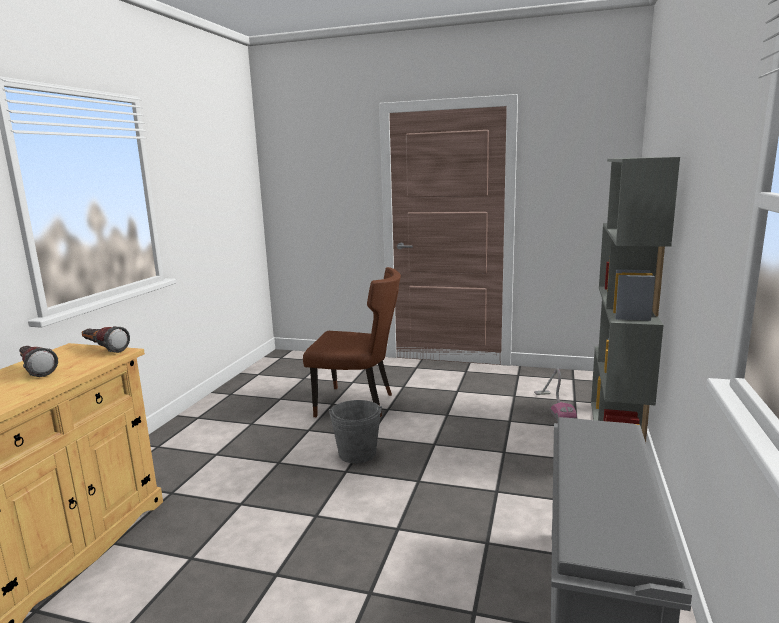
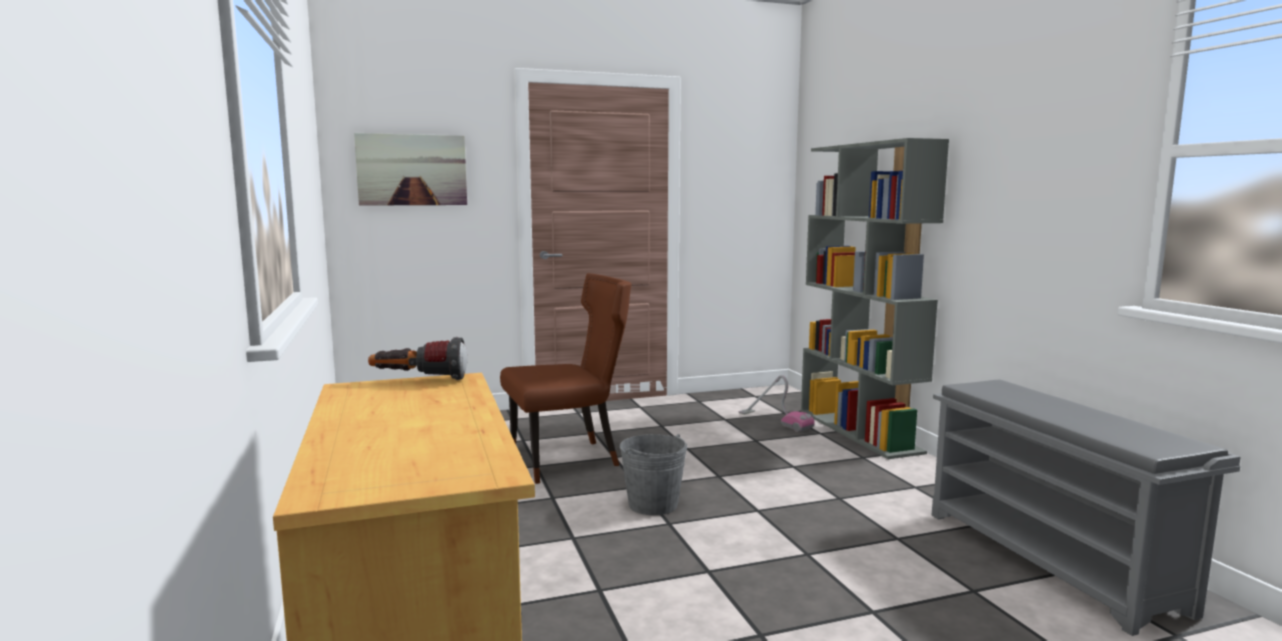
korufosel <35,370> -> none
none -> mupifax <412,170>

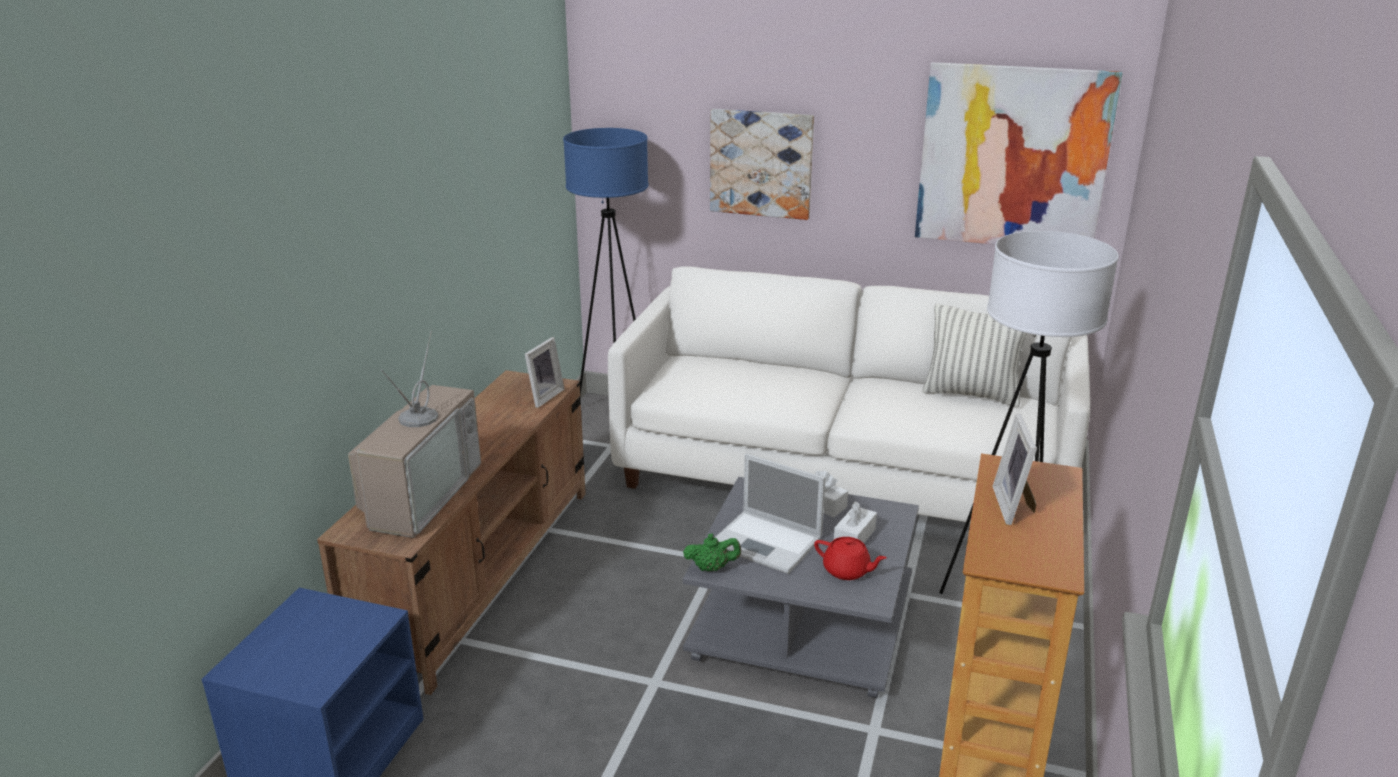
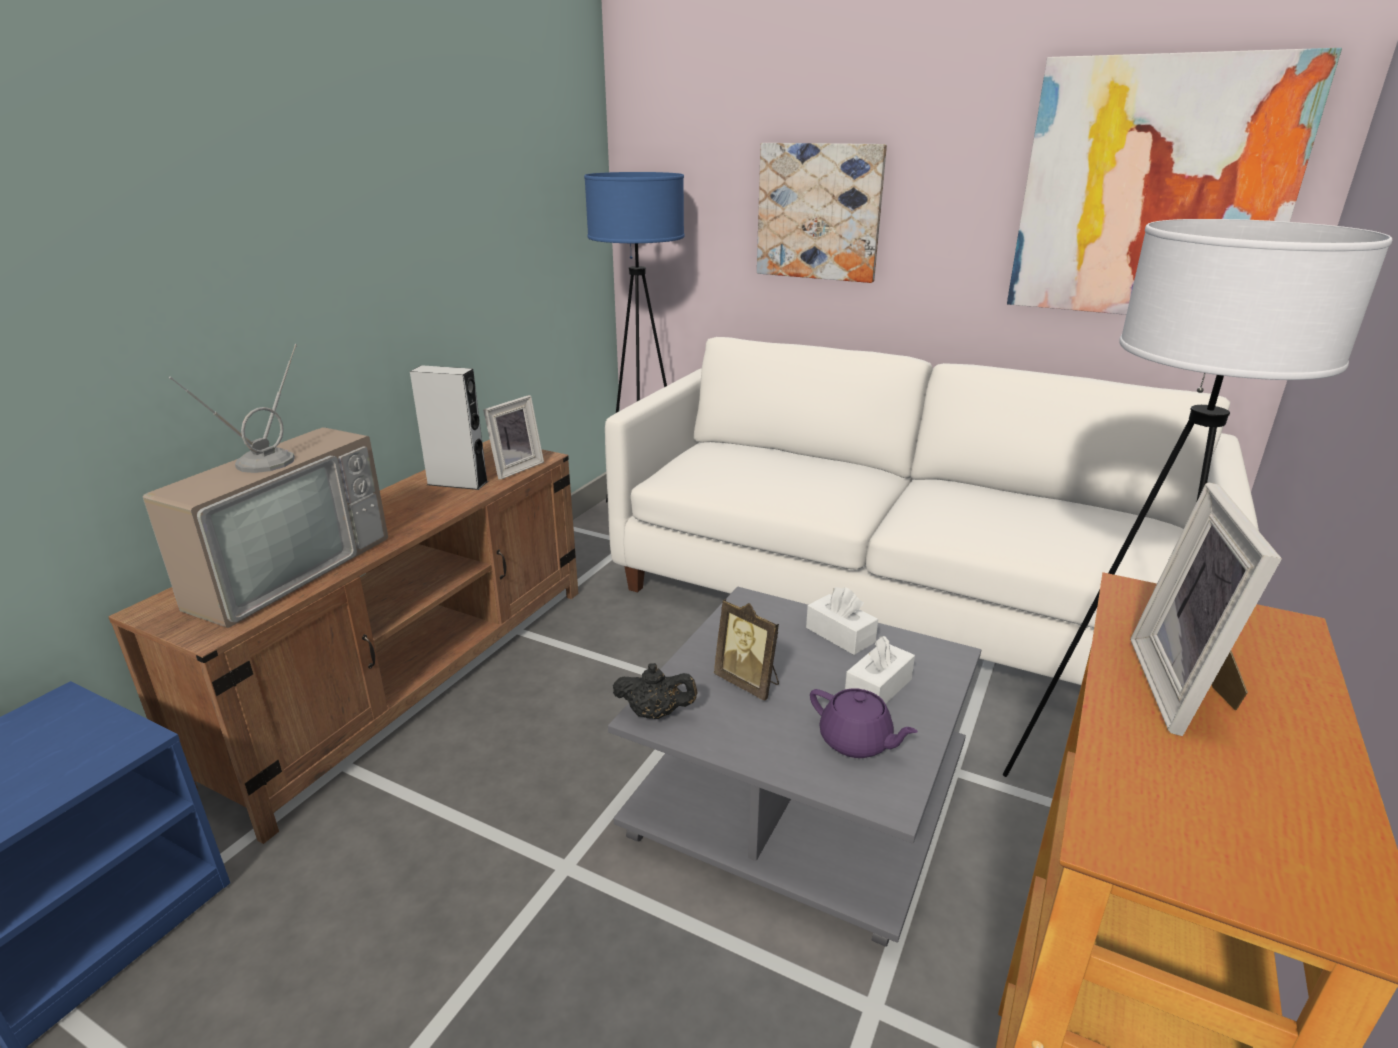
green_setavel <712,568> -> black_setavel <655,713>
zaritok <767,542> -> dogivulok <749,683>
red_setavel <847,571> -> purple_setavel <856,742>
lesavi <971,394> -> none
none -> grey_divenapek <457,483>

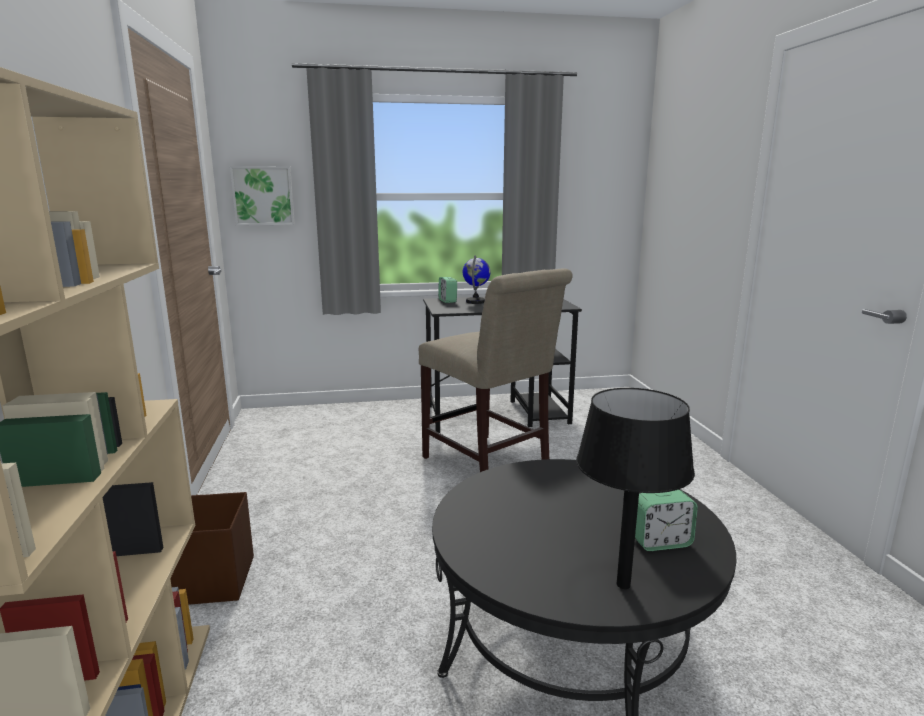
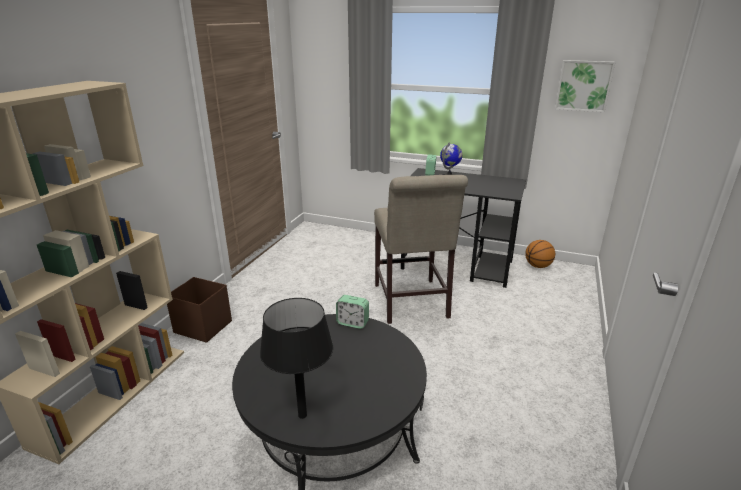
mupifax <263,196> -> mupifax <583,85>, move
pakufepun <661,542> -> pakufepun <352,323>, move
none -> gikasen <538,266>

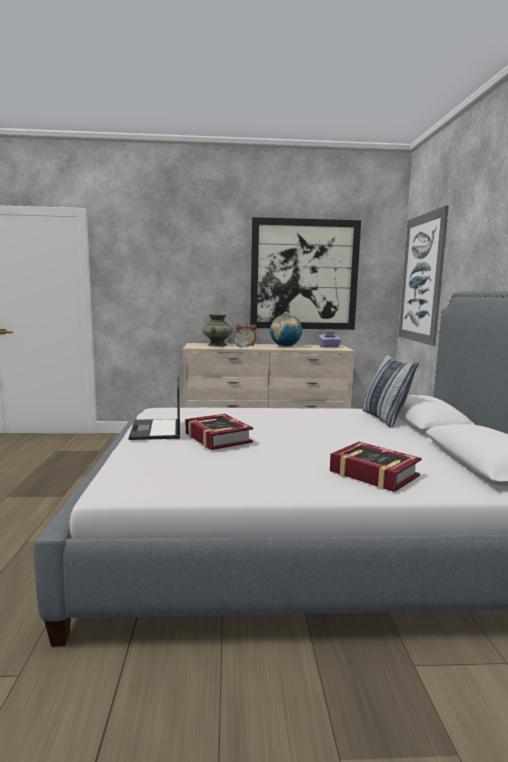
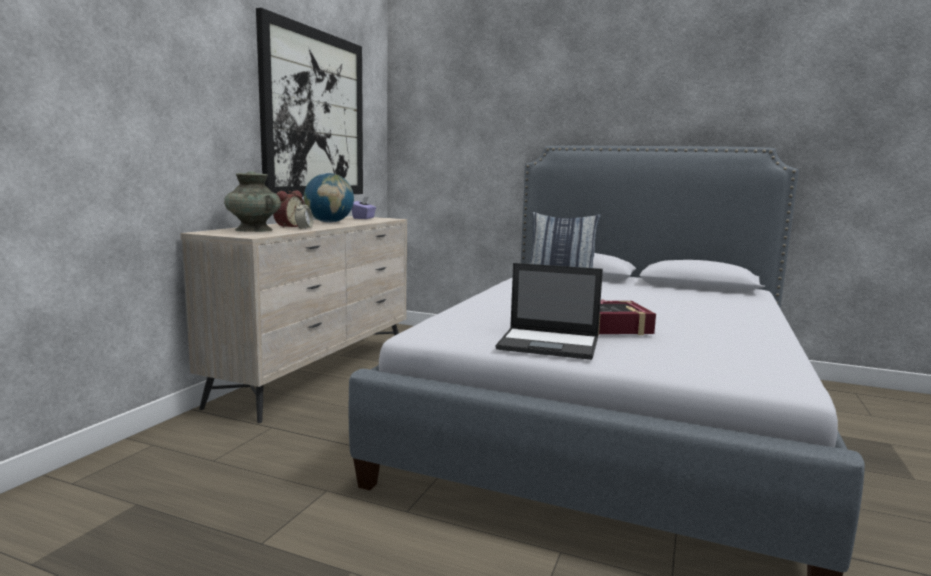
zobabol <373,474> -> none
mupifax <421,278> -> none

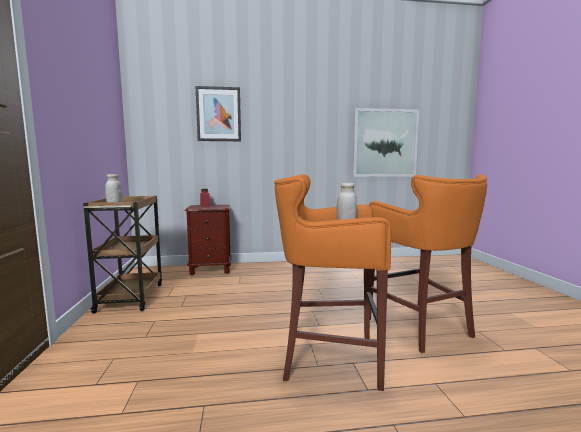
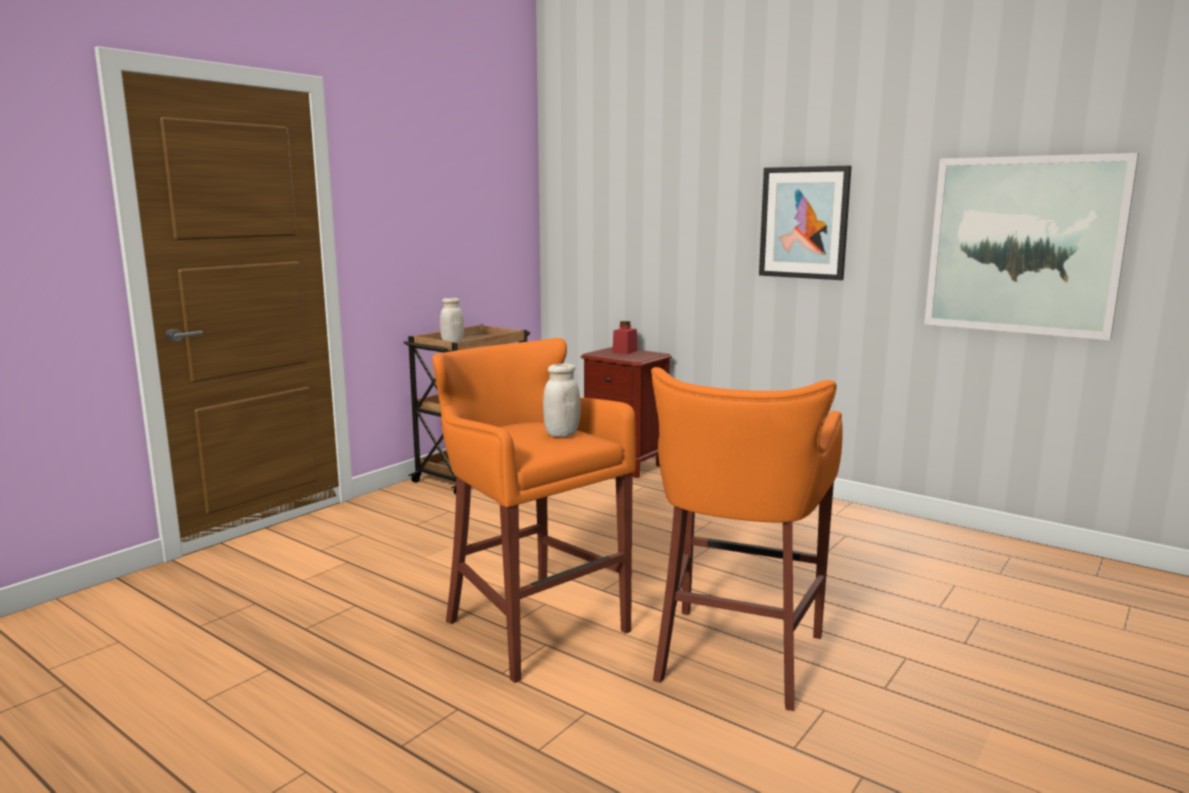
mupifax <218,114> -> mupifax <804,223>, move

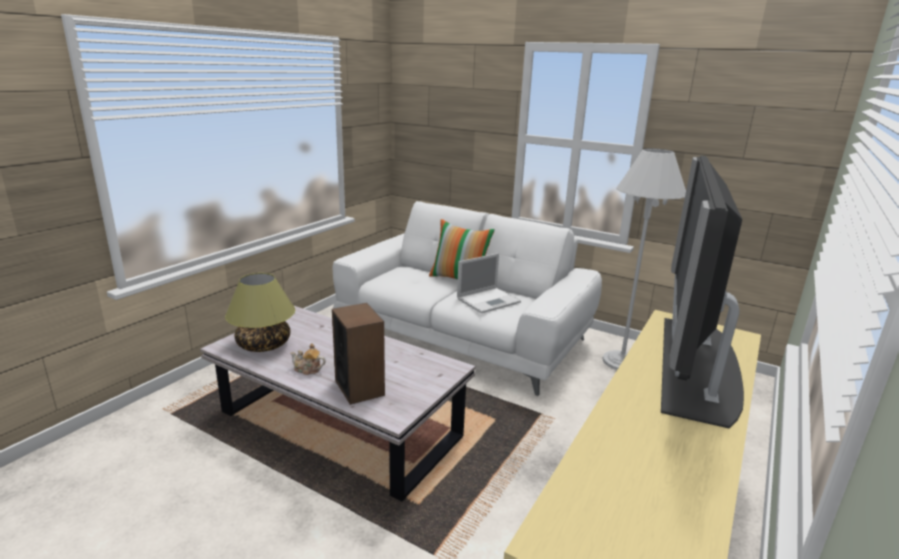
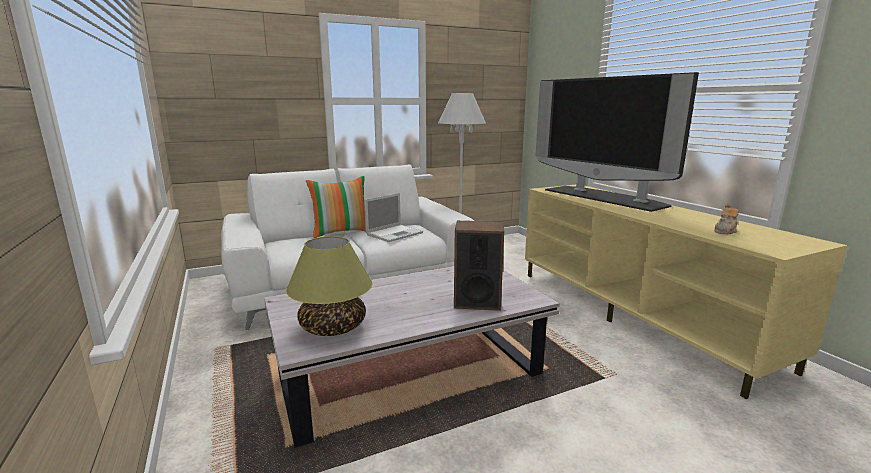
setavel <308,369> -> setavel <725,231>, move
zaritok <489,300> -> zaritok <395,233>, 45 degrees clockwise

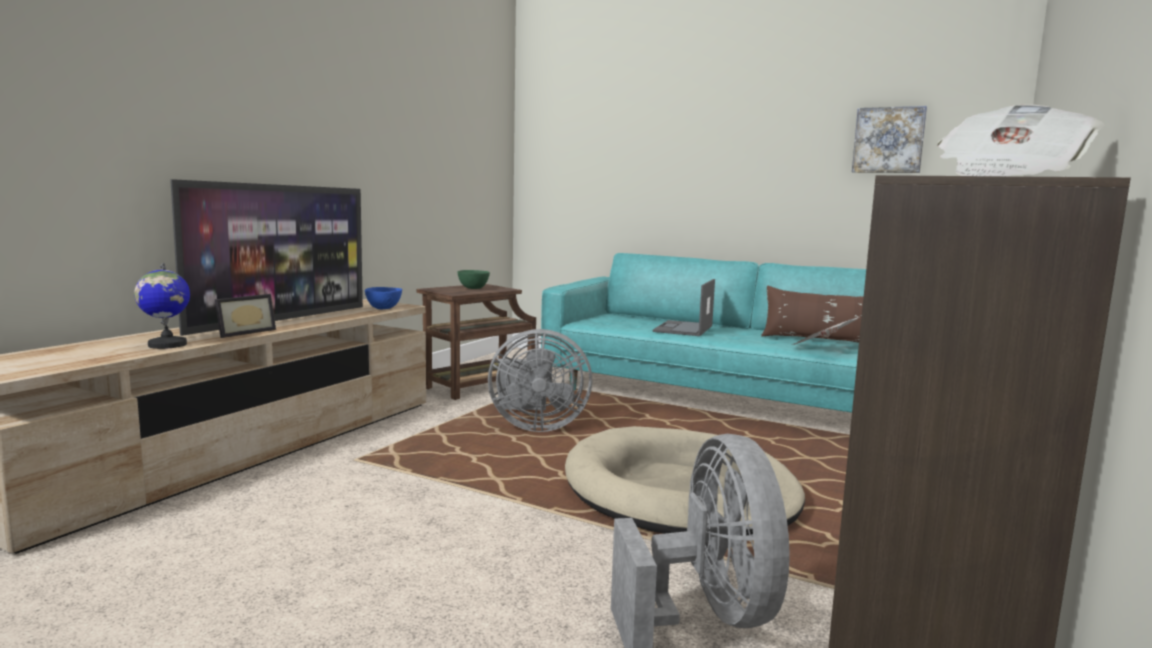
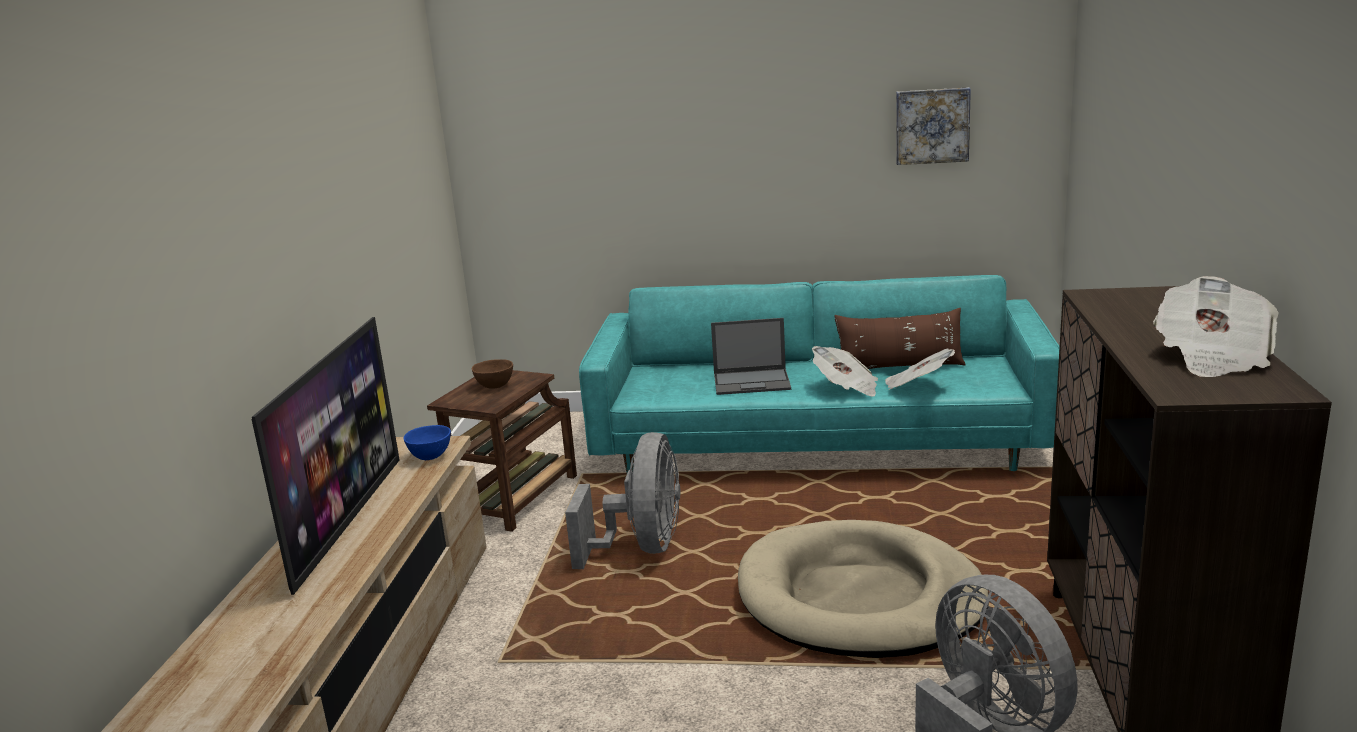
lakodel <167,345> -> none
dogivulok <243,332> -> none
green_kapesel <473,288> -> brown_kapesel <494,386>
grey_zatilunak <535,426> -> grey_zatilunak <642,547>, 60 degrees counterclockwise
zaritok <683,329> -> zaritok <752,382>, 90 degrees counterclockwise
none -> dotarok <846,388>

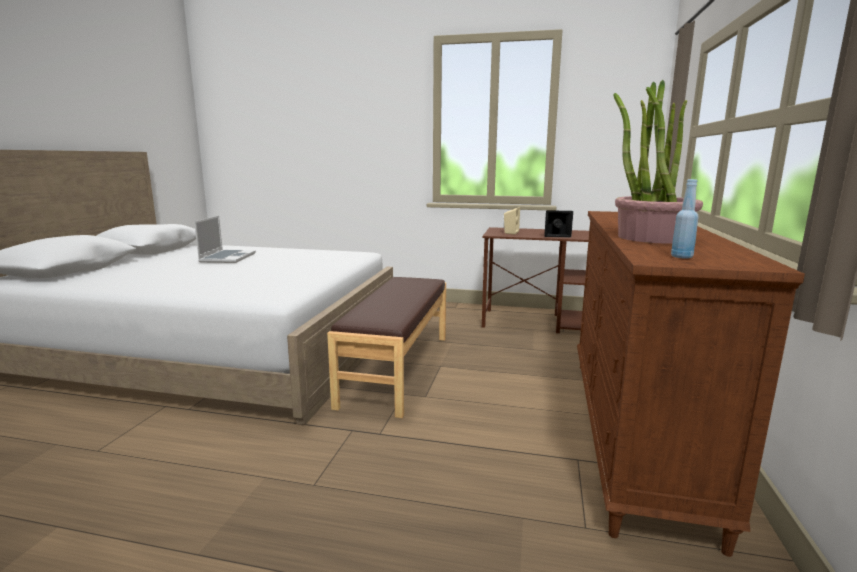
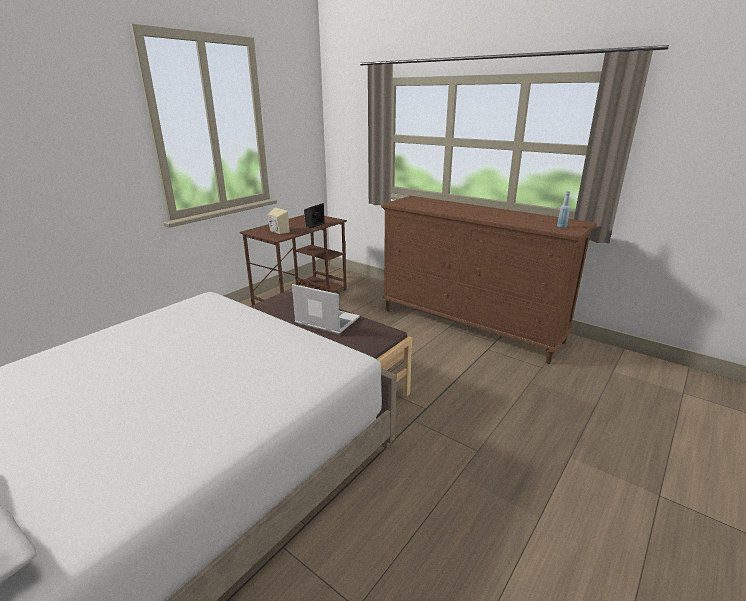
zaritok <227,257> -> zaritok <326,321>, move
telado <651,237> -> none

